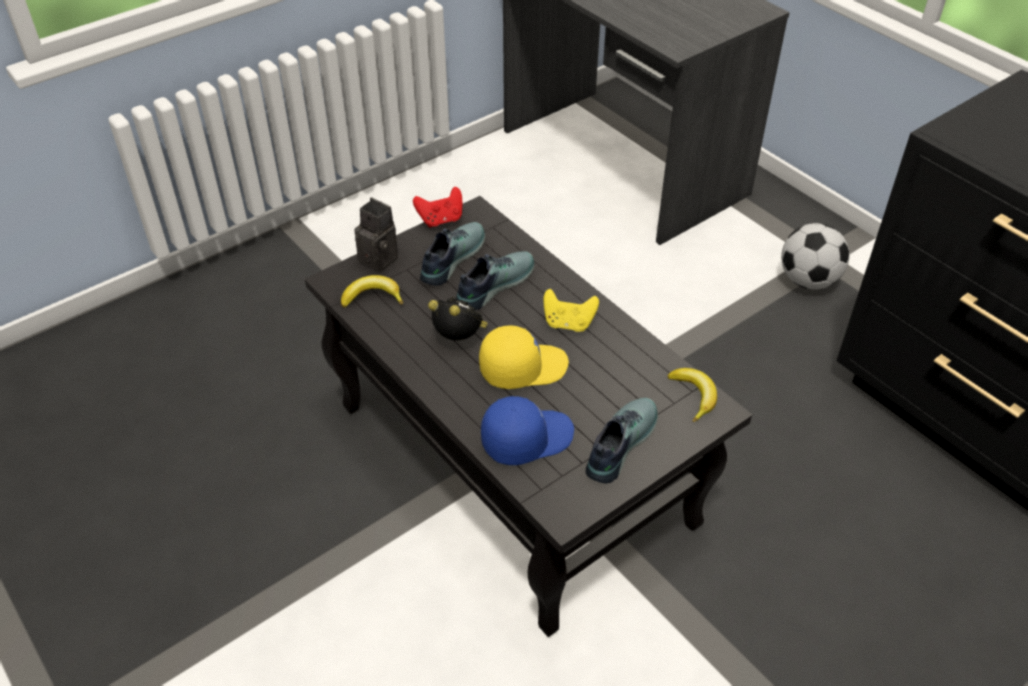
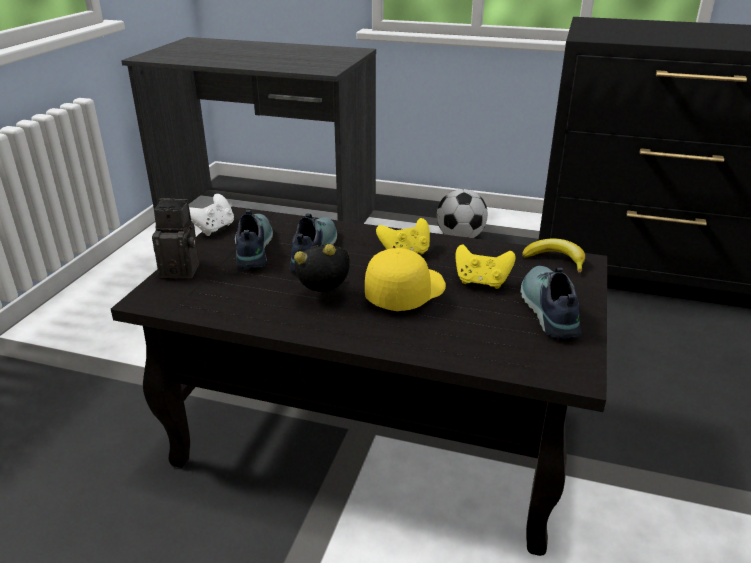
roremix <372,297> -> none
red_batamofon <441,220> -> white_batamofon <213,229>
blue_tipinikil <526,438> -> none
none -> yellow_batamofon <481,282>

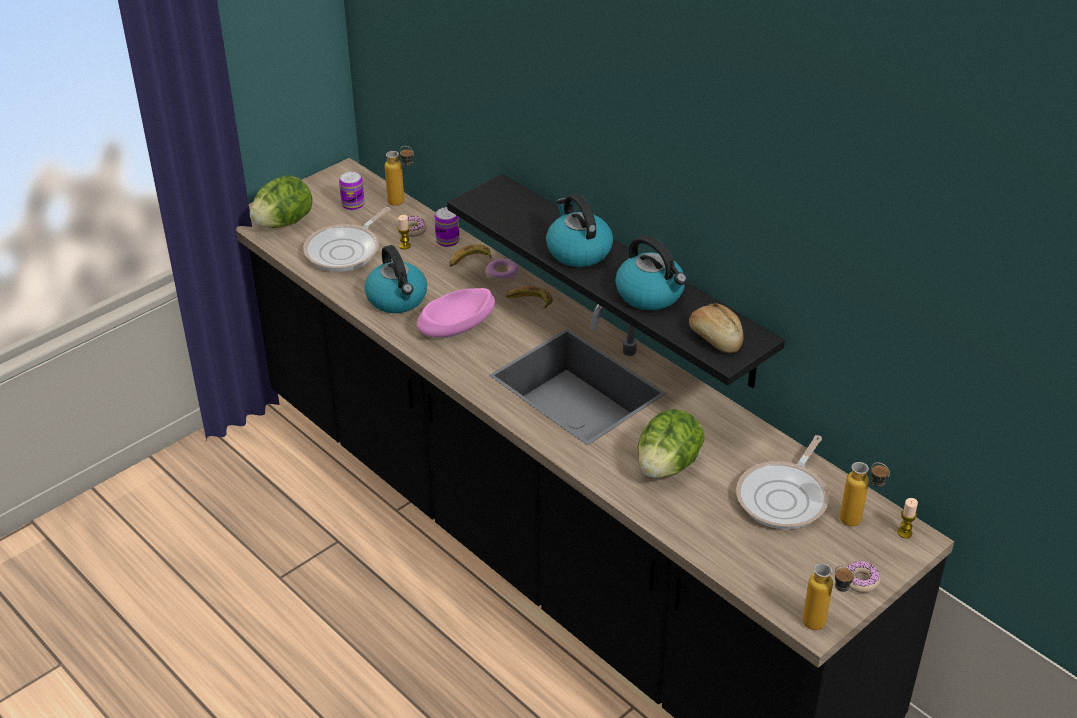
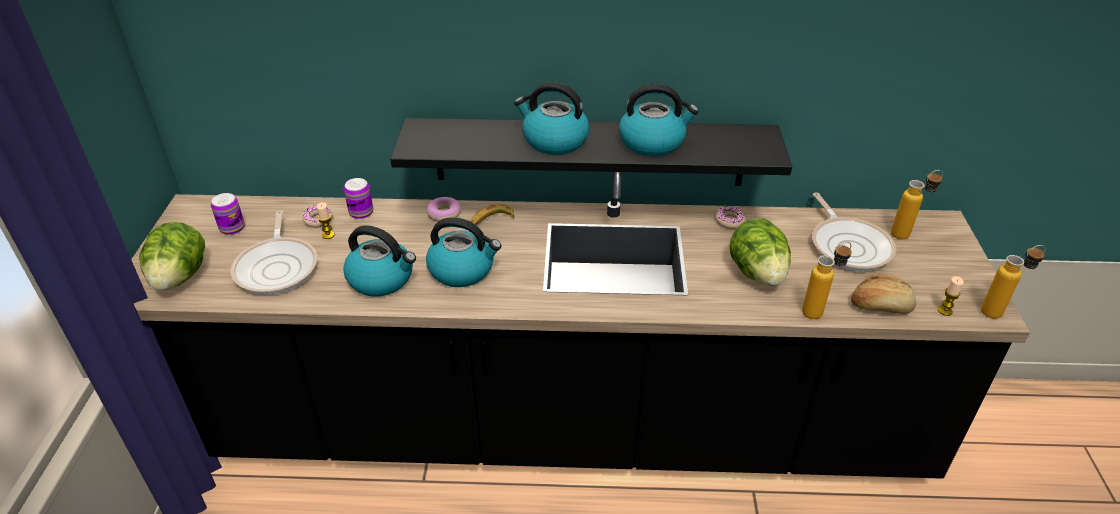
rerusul <402,203> -> rerusul <819,310>, move
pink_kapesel <457,325> -> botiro <462,270>
roremix <469,260> -> none
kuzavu <715,338> -> kuzavu <880,306>, move
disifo <860,581> -> disifo <729,221>, move
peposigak <904,533> -> peposigak <945,311>, move

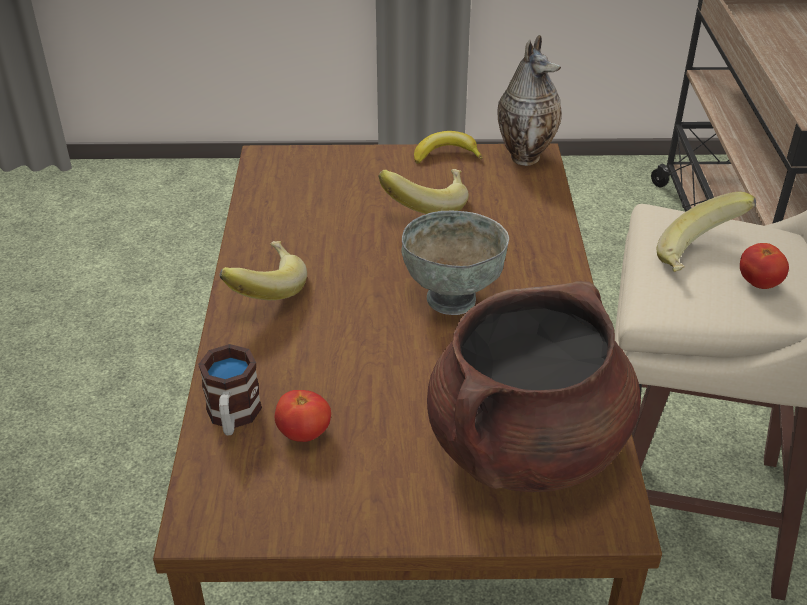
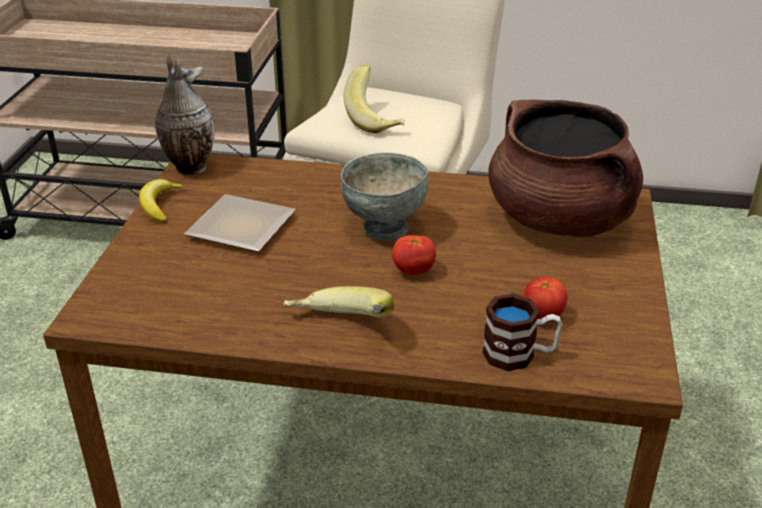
roremix <425,205> -> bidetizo <240,226>
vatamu <759,283> -> vatamu <413,271>, move

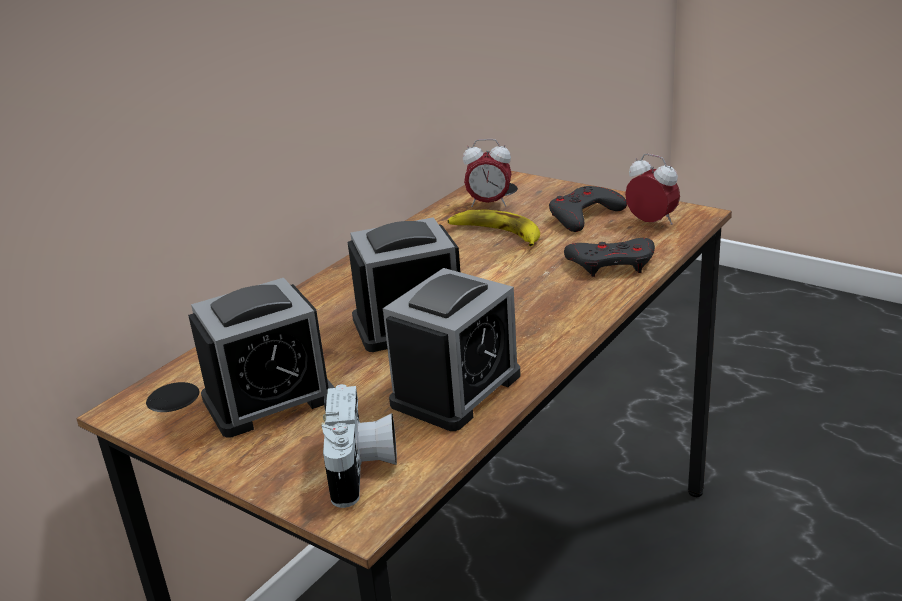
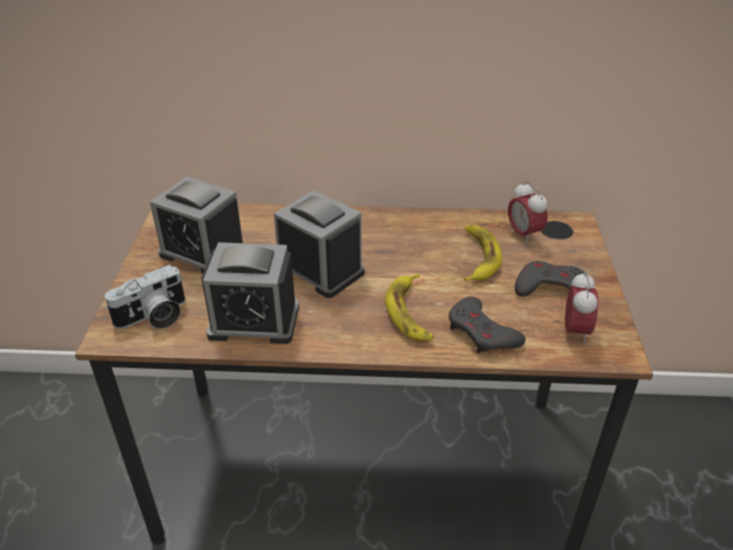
none -> roremix <411,313>

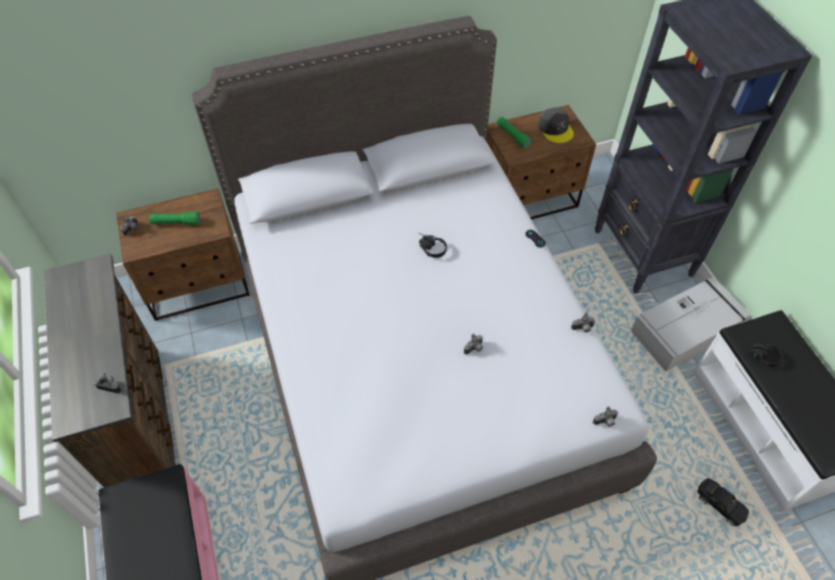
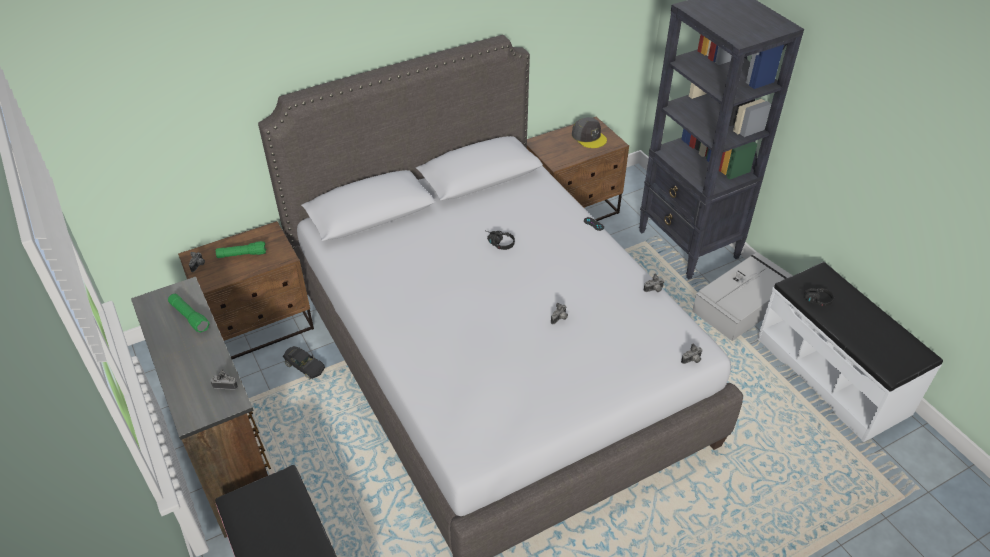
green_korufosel <513,136> -> green_korufosel <189,317>, move
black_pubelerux <720,504> -> black_pubelerux <304,366>, move

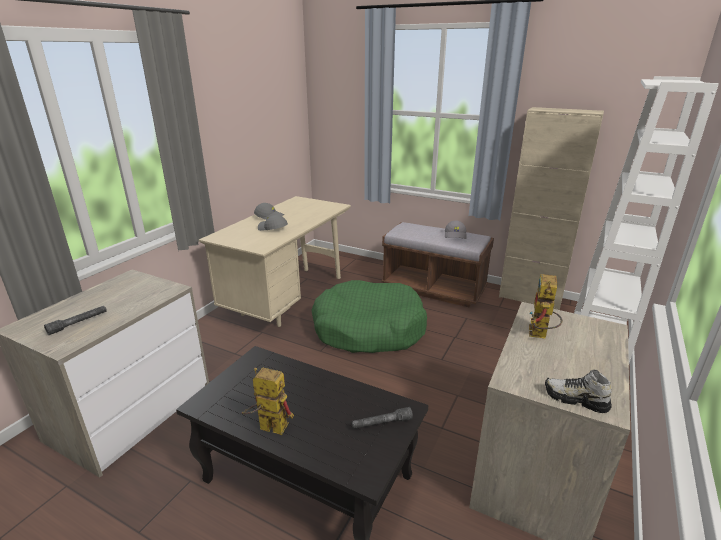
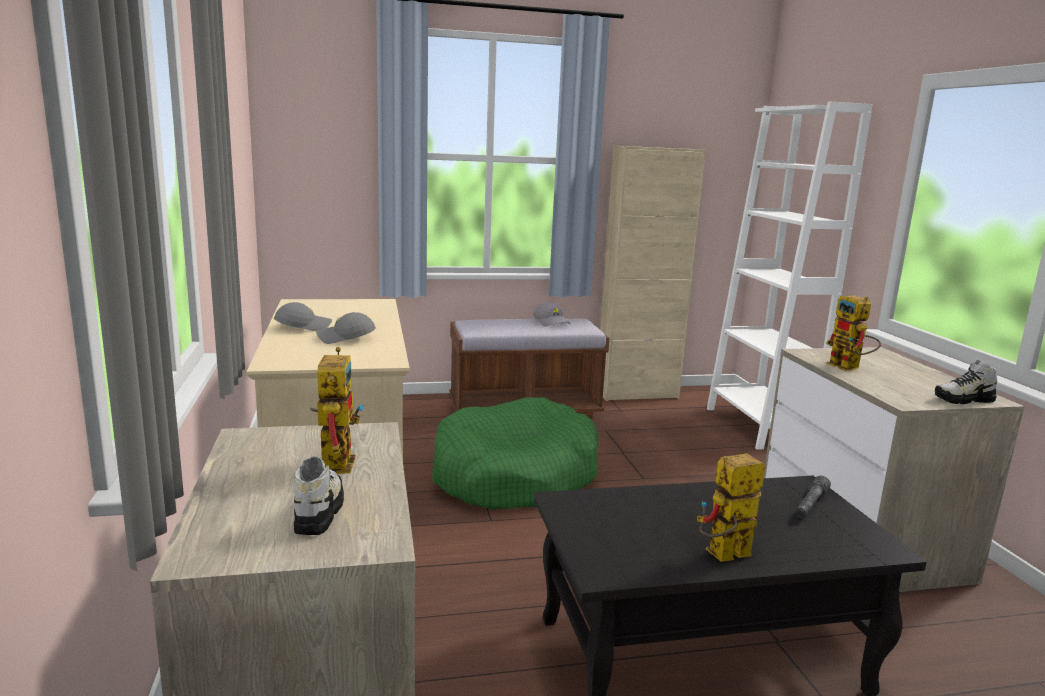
grey_korufosel <78,323> -> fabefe <319,512>
none -> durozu <335,460>

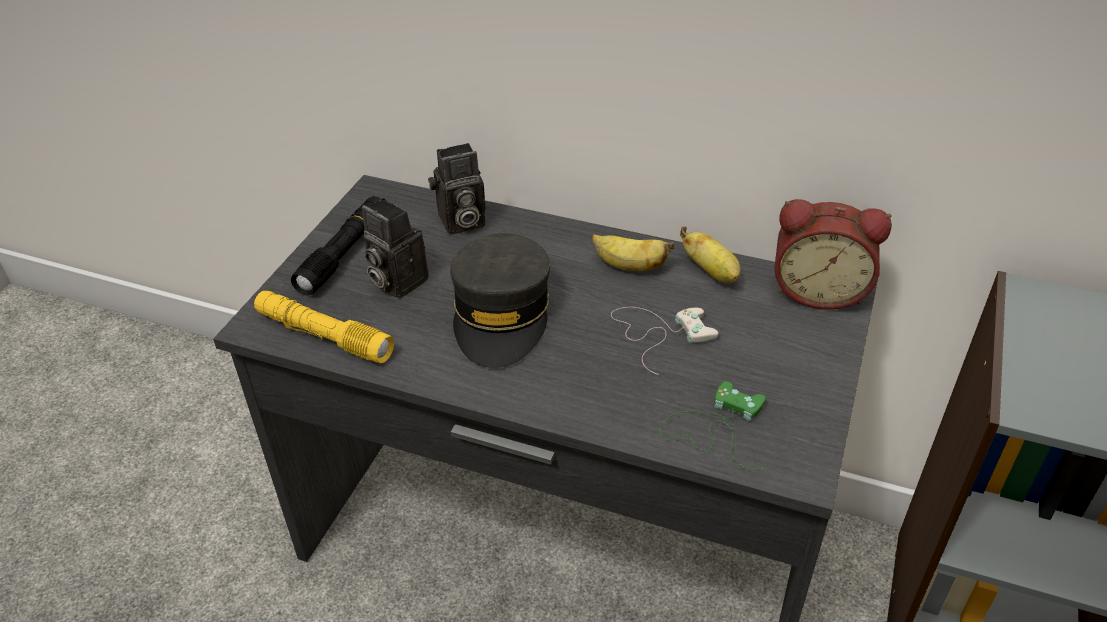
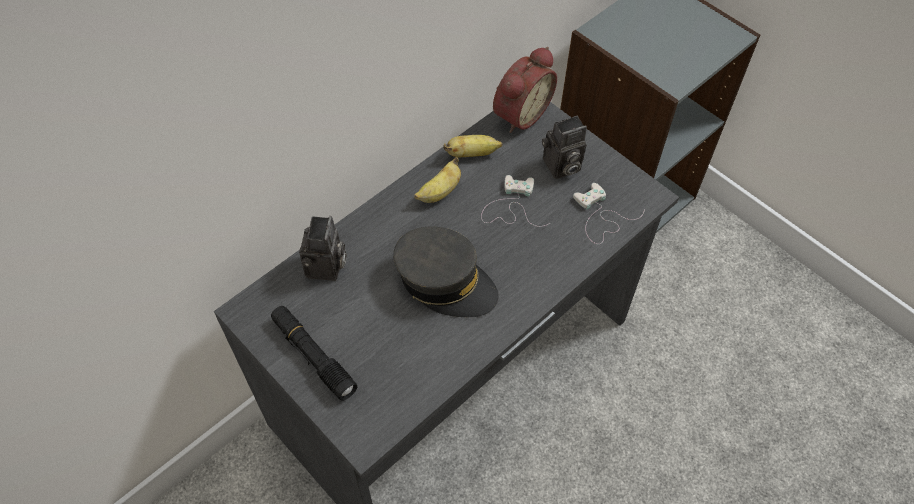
yellow_korufosel <324,335> -> none
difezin <395,281> -> difezin <561,167>, move
green_batamofon <715,427> -> white_batamofon <601,217>

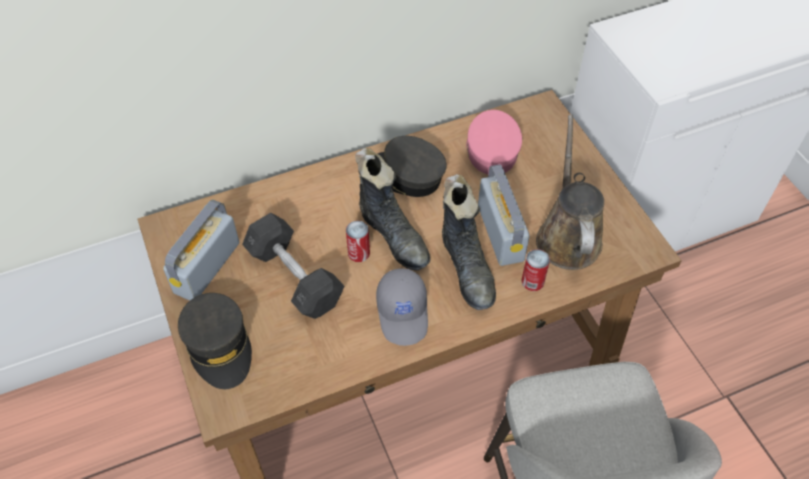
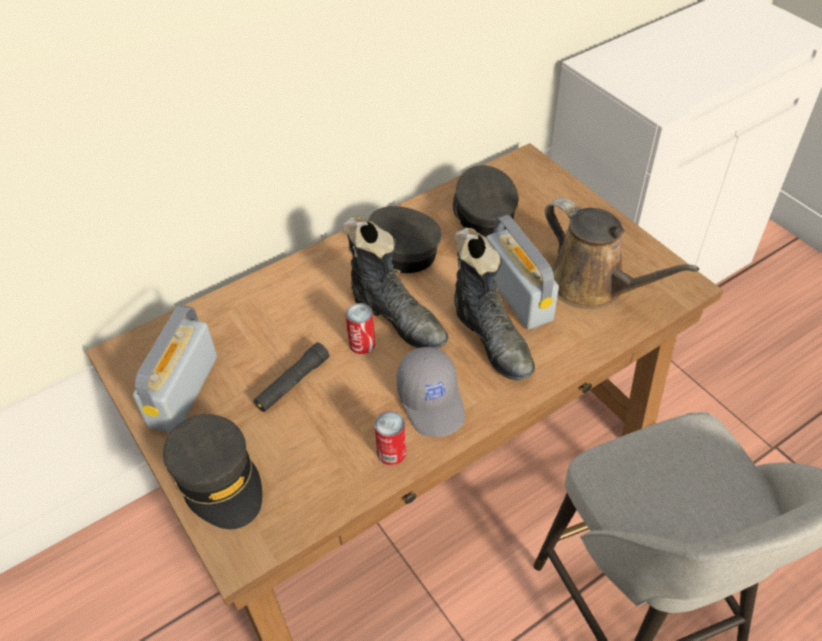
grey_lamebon <294,277> -> black_korufosel <292,383>
pink_tipinikil <491,150> -> grey_tipinikil <482,212>
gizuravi <532,281> -> gizuravi <391,452>, move
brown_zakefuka <567,236> -> brown_zakefuka <592,286>, 150 degrees clockwise

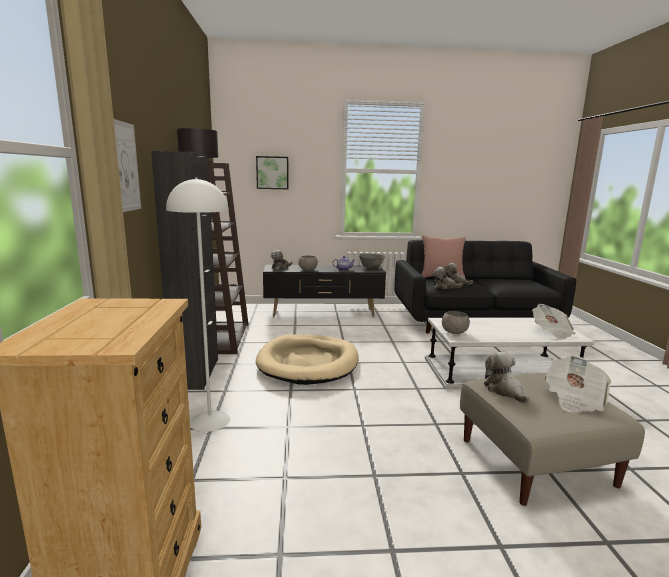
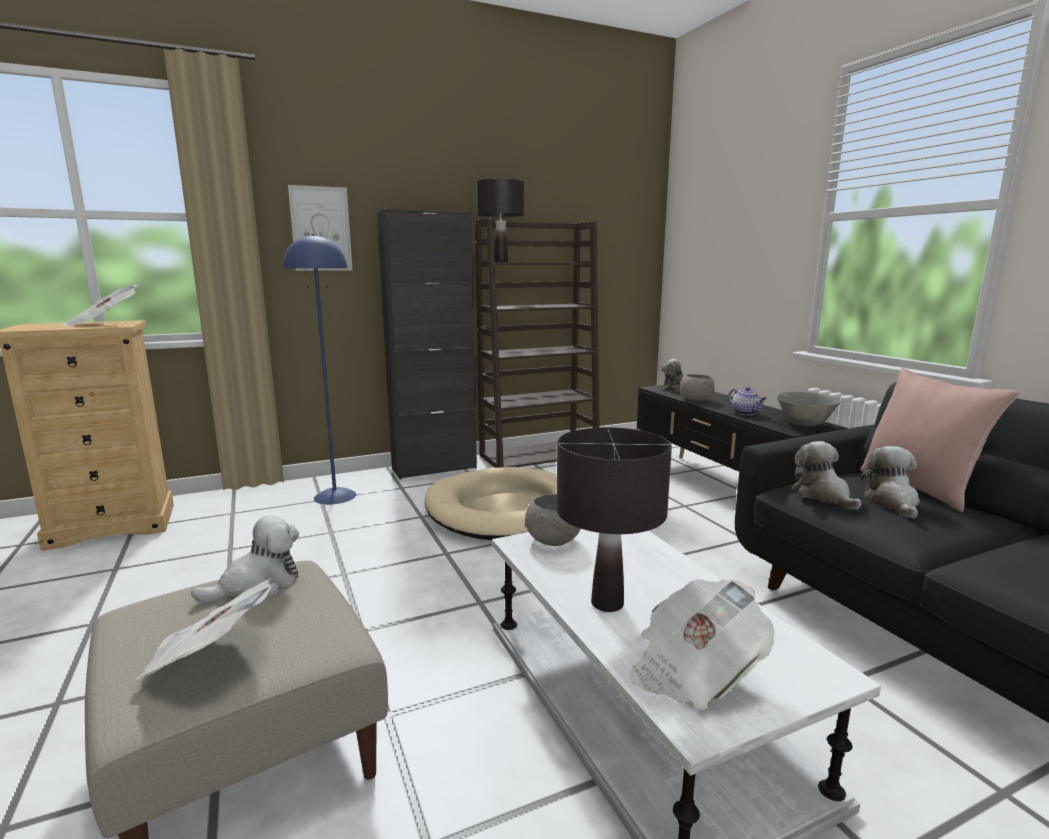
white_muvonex <209,420> -> blue_muvonex <335,496>
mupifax <272,172> -> none
none -> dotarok <103,323>
none -> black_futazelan <607,603>

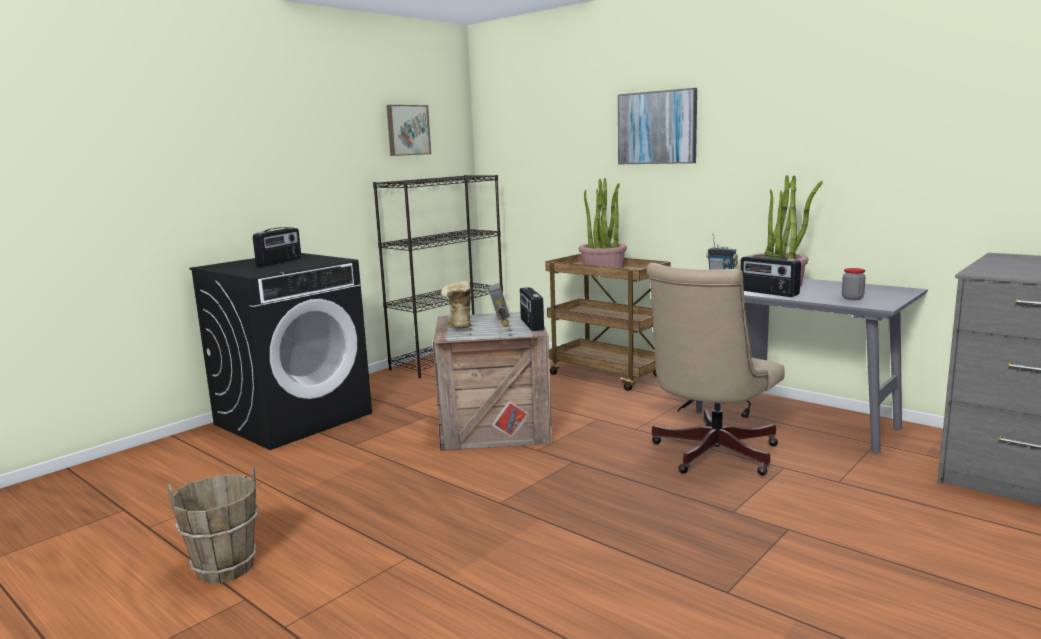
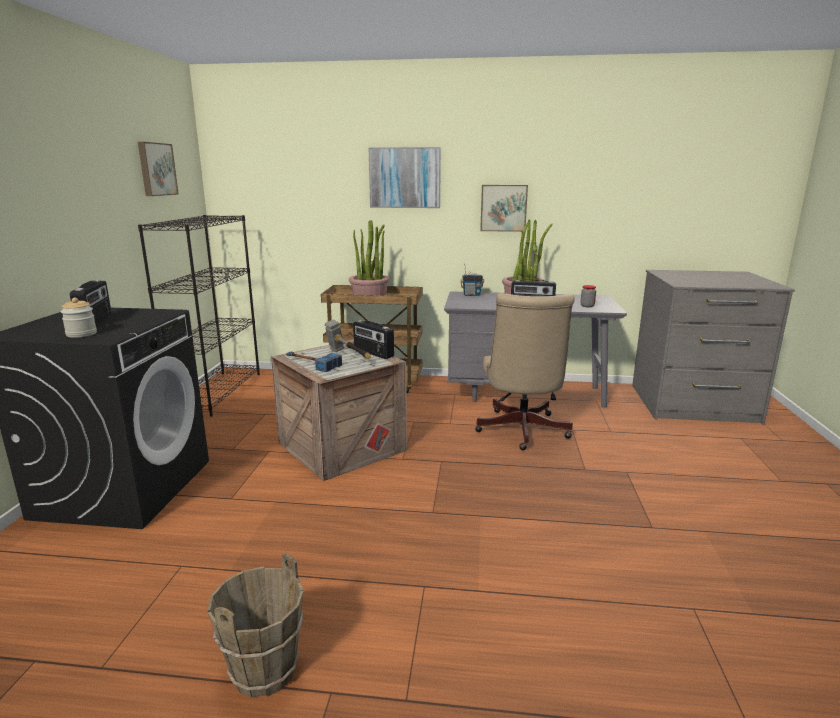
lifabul <458,326> -> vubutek <311,363>
none -> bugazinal <81,334>
none -> mupifax <503,208>

